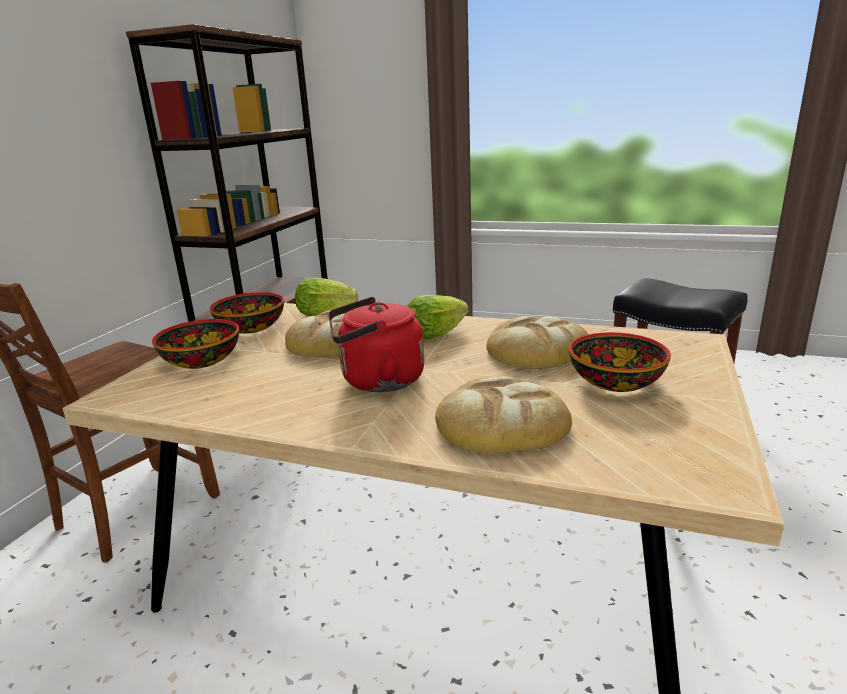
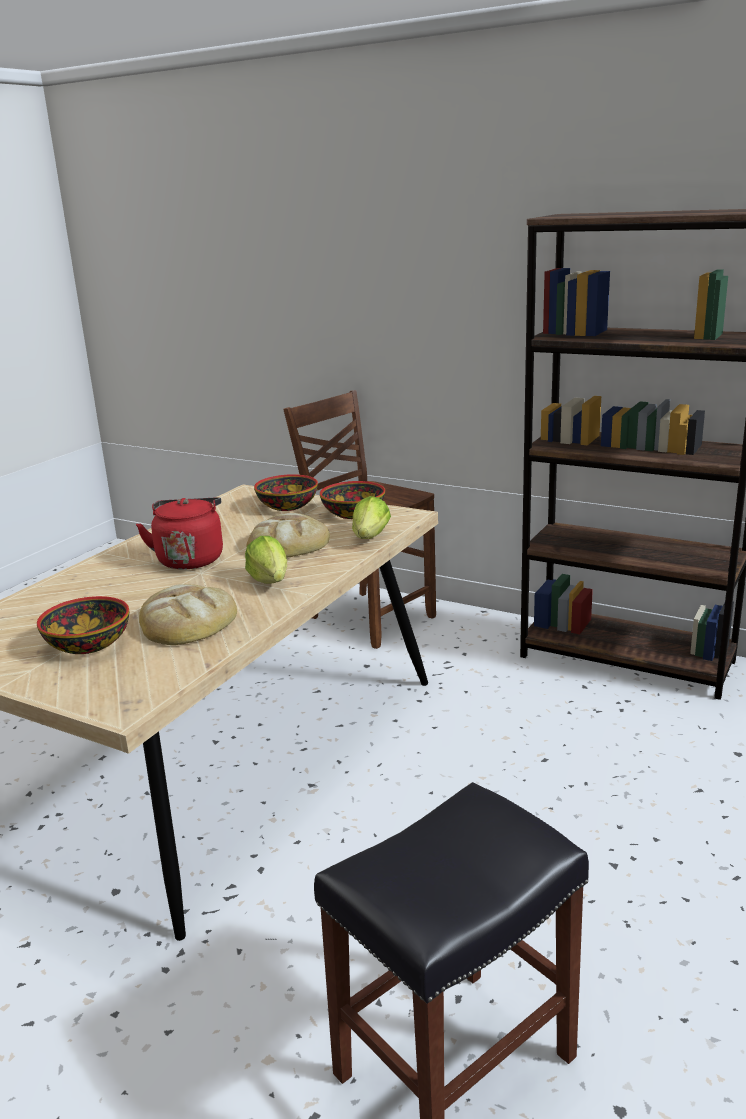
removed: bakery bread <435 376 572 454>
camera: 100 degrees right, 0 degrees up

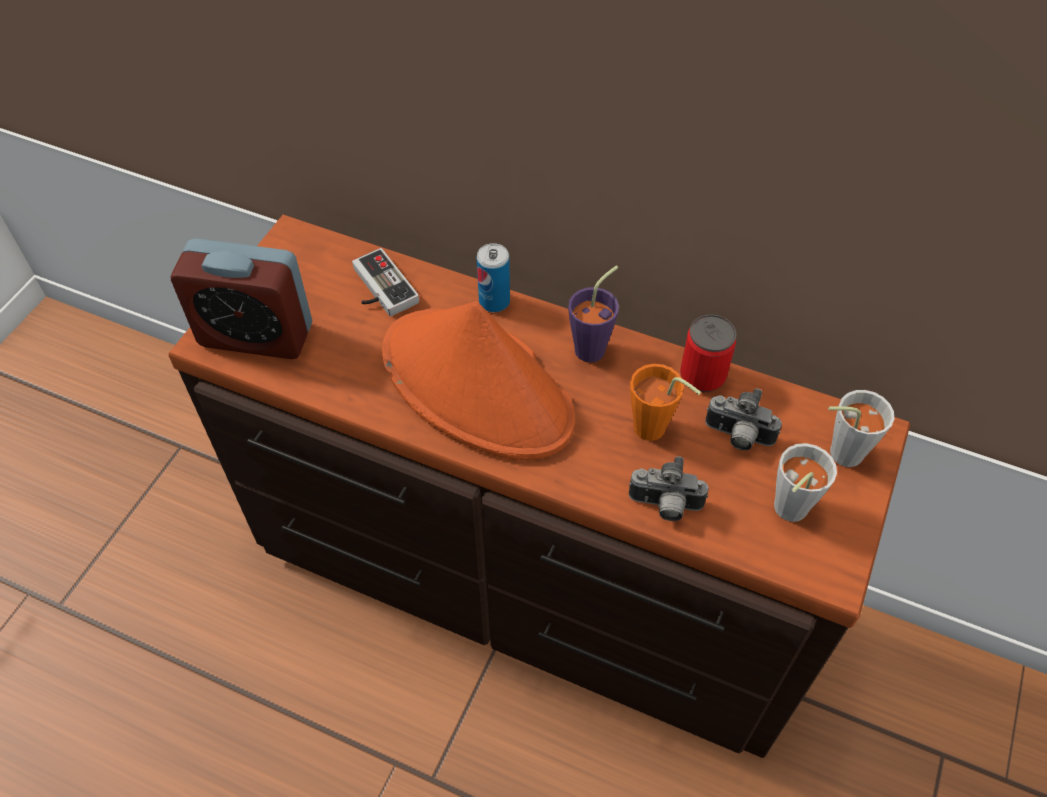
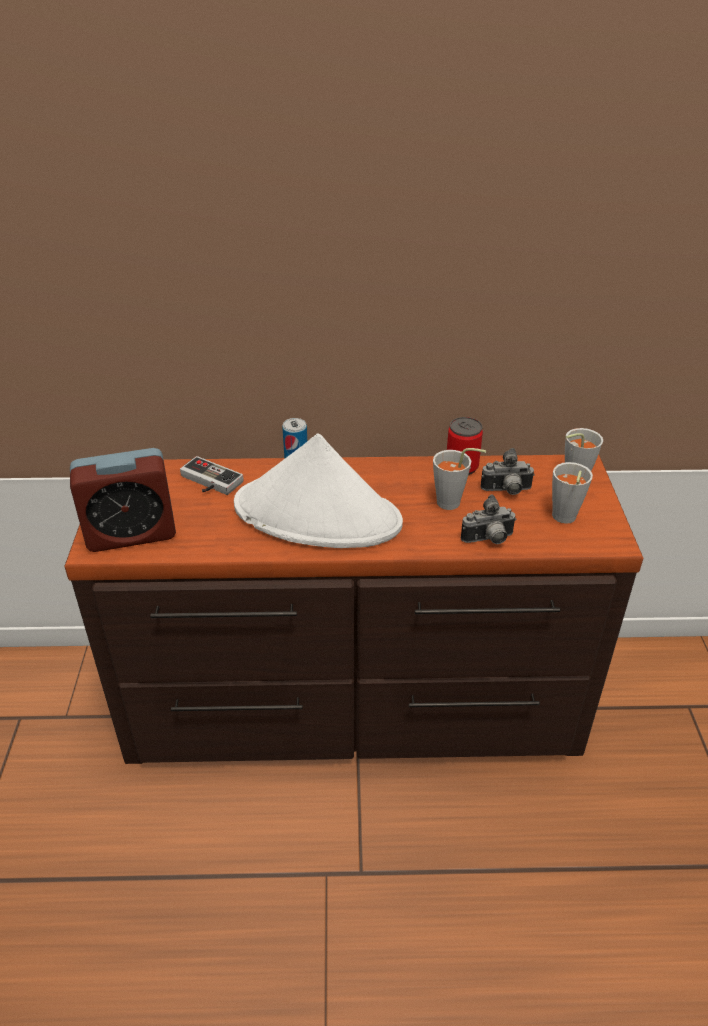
removed: drinking cup in purple <568 265 619 362>
recoloured: hat in orange <382 301 575 460> to hat in white <234 433 403 548>; drinking cup in orange <630 364 701 441> to drinking cup in grey <433 448 486 510>
camera: 25 degrees left, 15 degrees down

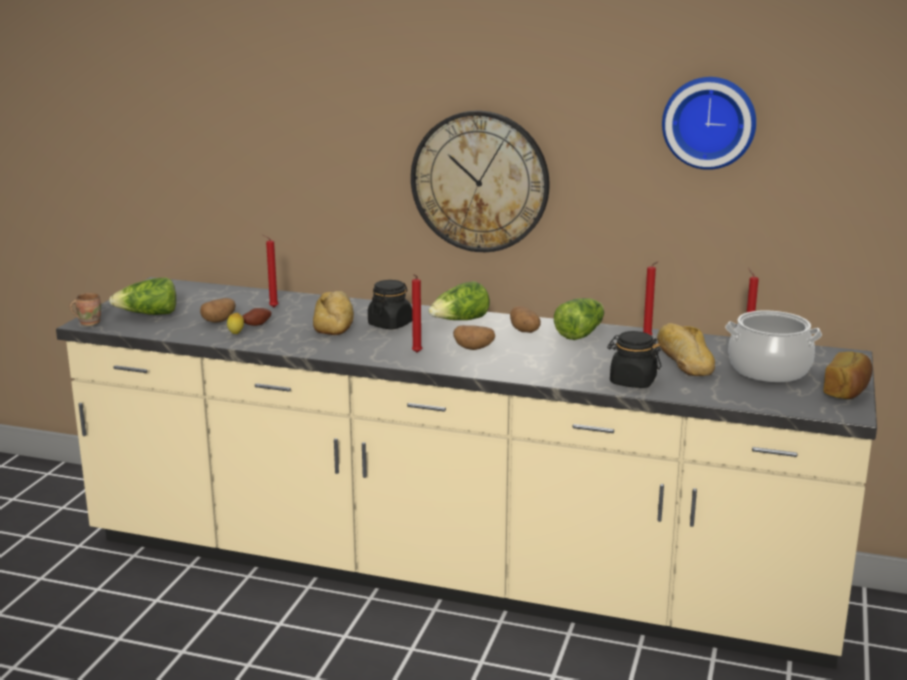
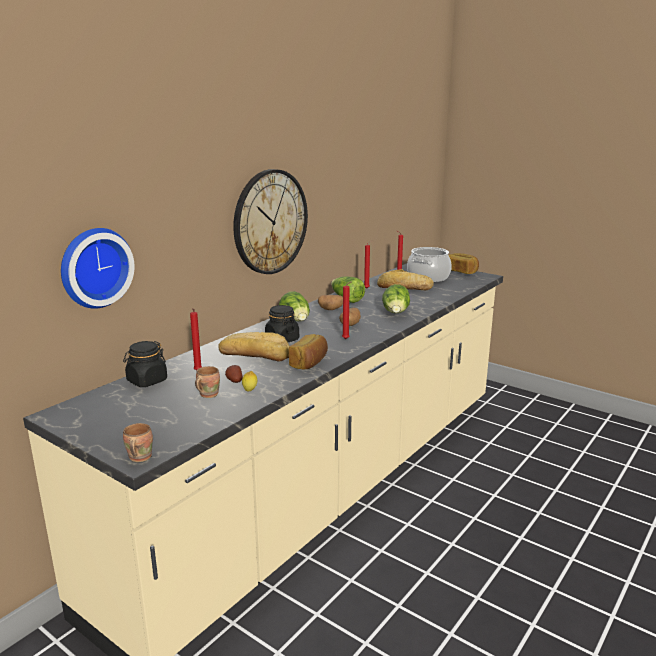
added: bakery bread <289 334 328 369>
moved: lettuce head <109 277 176 315> to <382 284 410 313>; preserve jar in blackish <607 331 661 388> to <123 341 167 387>; wall clock <662 77 756 170> to <61 228 134 309>
replaced: potato <200 298 236 323> to coffee mug in brownish <195 366 220 398>
camera: 70 degrees left, 0 degrees up

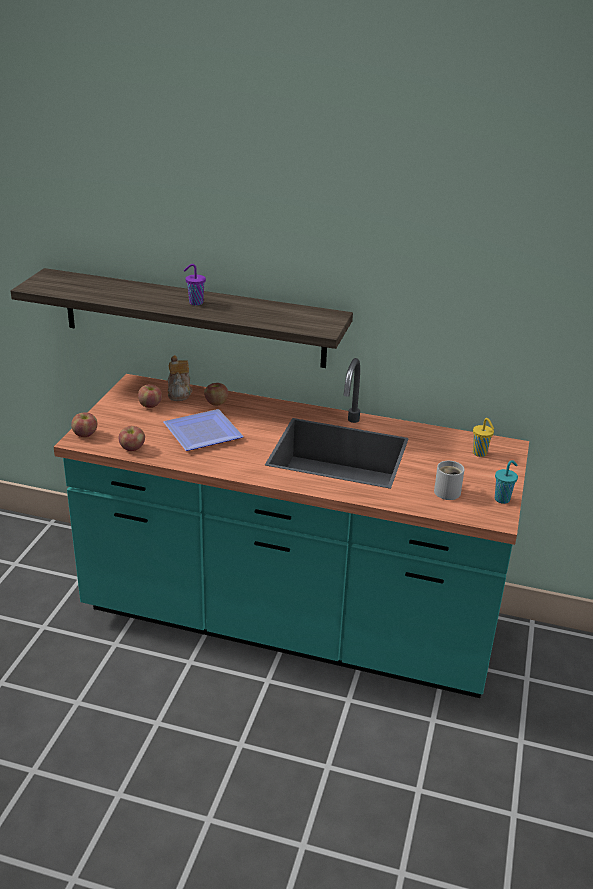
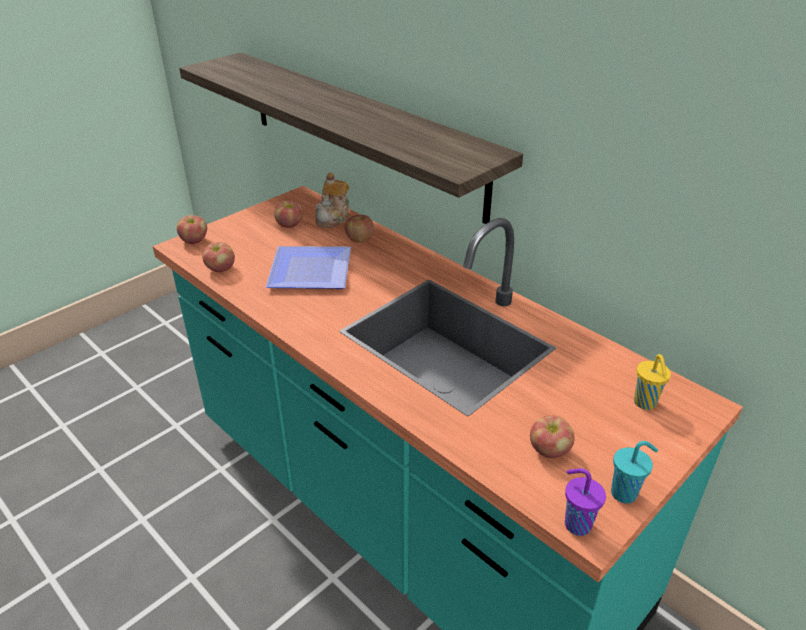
moved: drinking cup in purple <184 264 206 305> to <565 468 606 536>
replaced: coffee mug in white <434 461 465 500> to whole apple <530 415 575 458>
camera: 30 degrees right, 5 degrees up

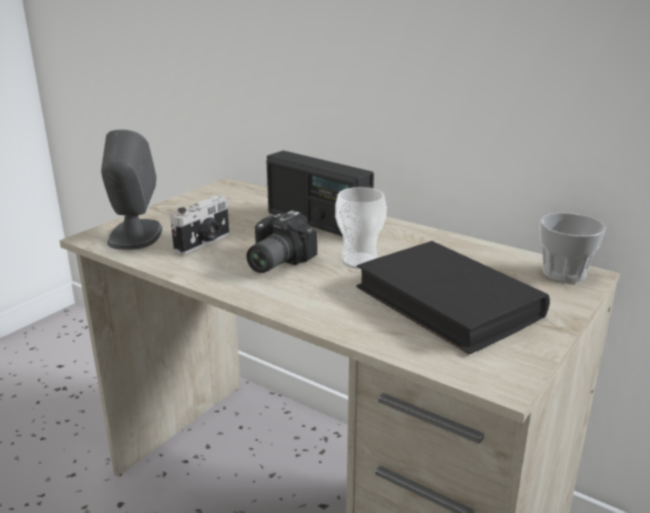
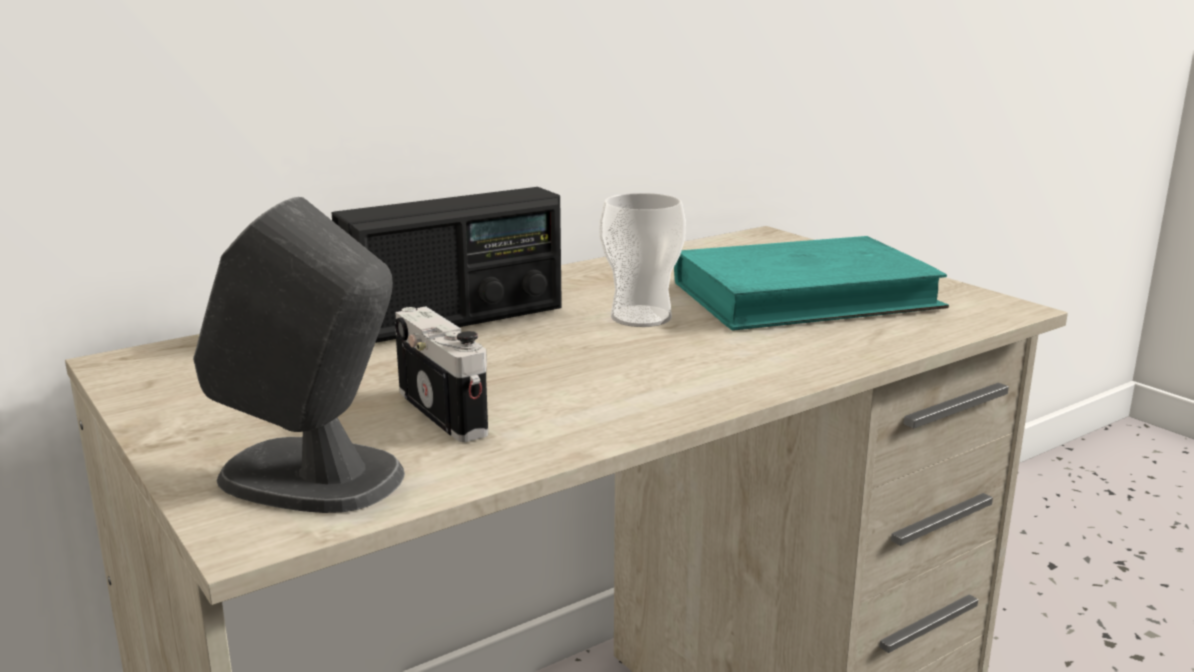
removed: still camera <246 210 317 273>; drinking cup <540 213 606 283>
recoloured: book in blackish <356 241 550 355> to book in turquoise-coloured <674 236 949 331>
camera: 70 degrees left, 5 degrees down

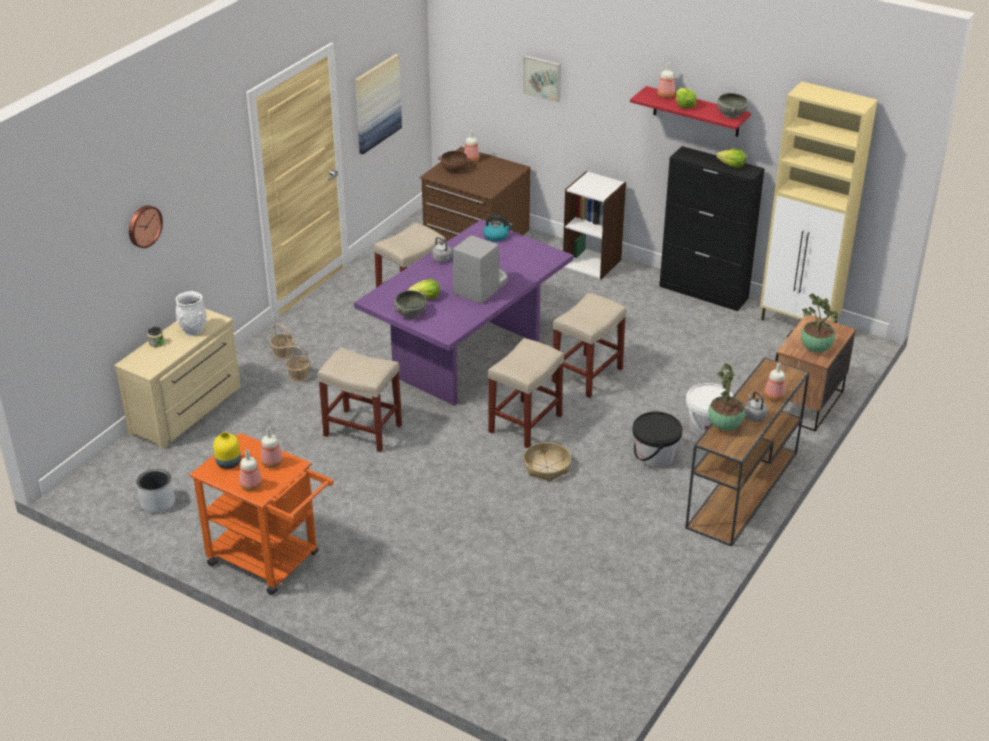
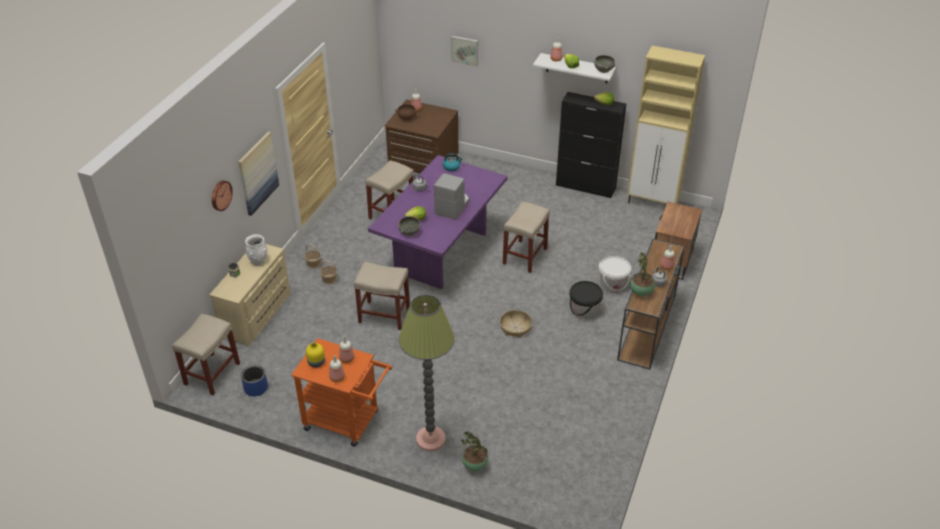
removed: shelving unit in white <563 171 626 279>
added: floor lamp <399 295 455 451>
moved: picture <355 54 402 154> to <238 132 279 216>; sitting stool in beige-coloured <488 338 564 448> to <172 314 240 395>; potted plant <801 294 838 353> to <460 431 488 472>
recoloured: planter in grey <136 469 175 513> to planter in bluish <241 365 268 396>; bracket shelf in reddish <630 86 751 137> to bracket shelf in white <533 53 616 84>
camera: 10 degrees left, 5 degrees up

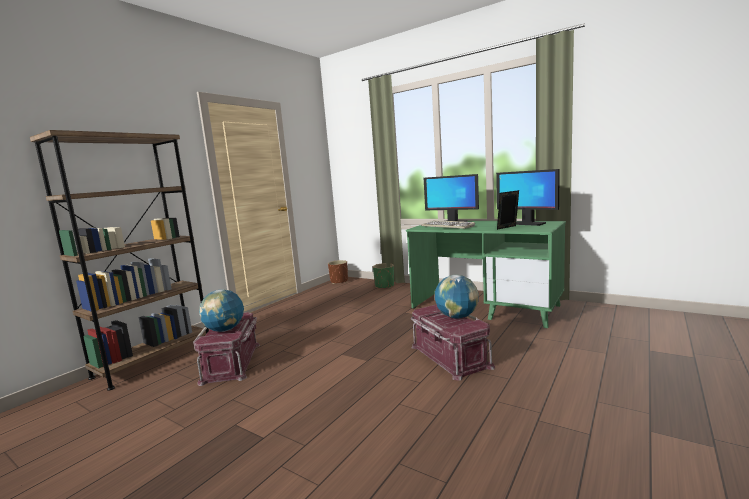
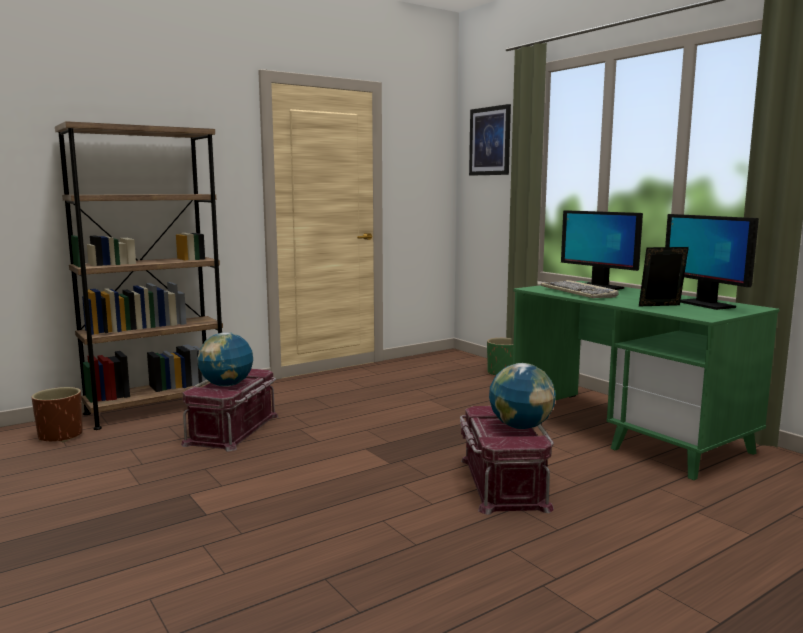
added: picture <469 104 511 176>
moved: planter in brownish <328 260 348 284> to <32 387 83 442>
camera: 20 degrees right, 0 degrees up

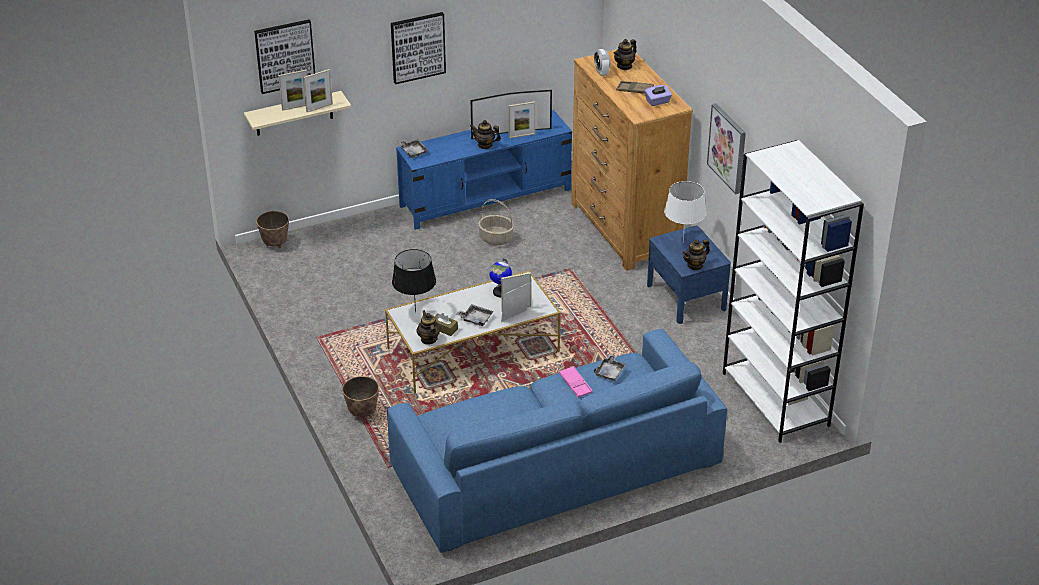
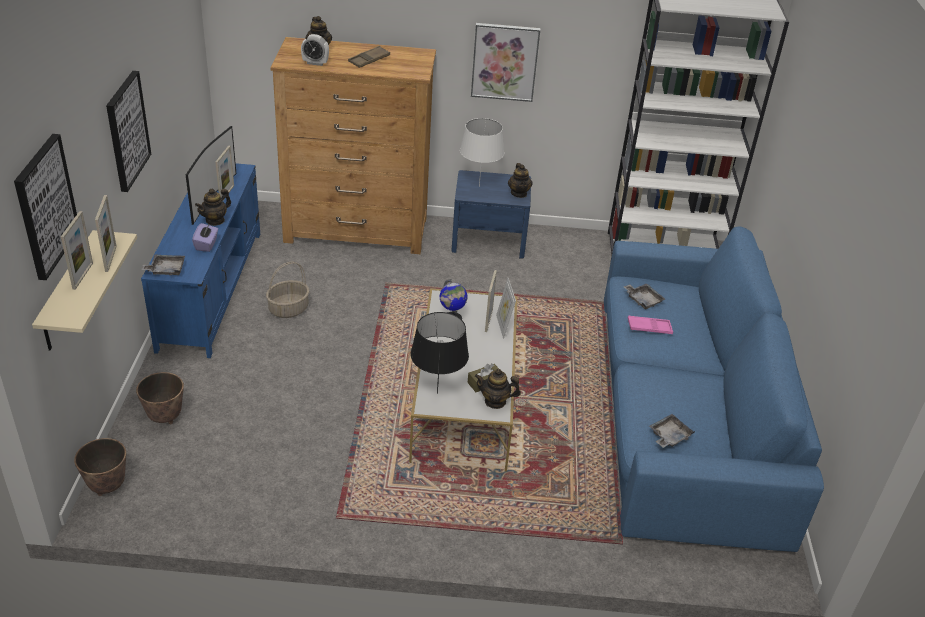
moved: planter <342 376 379 420> to <136 372 184 424>; tray in grey <456 304 494 326> to <649 414 695 448>; tissue holder in purple <645 85 672 106> to <192 223 218 252>
camera: 65 degrees left, 0 degrees up

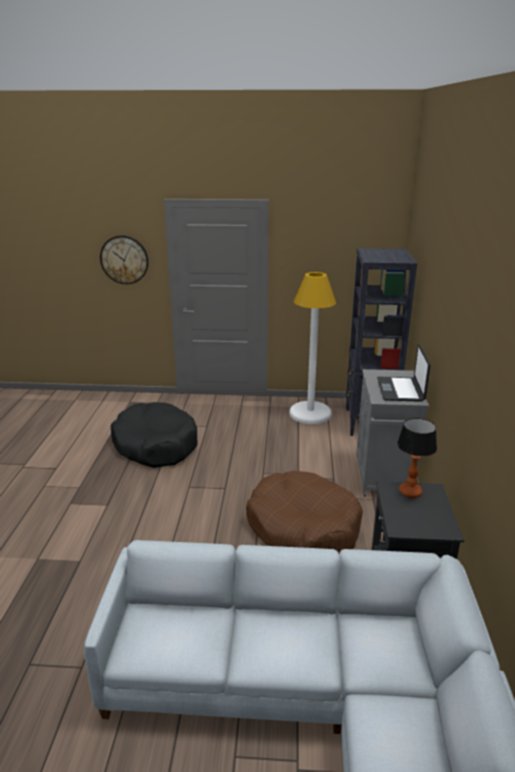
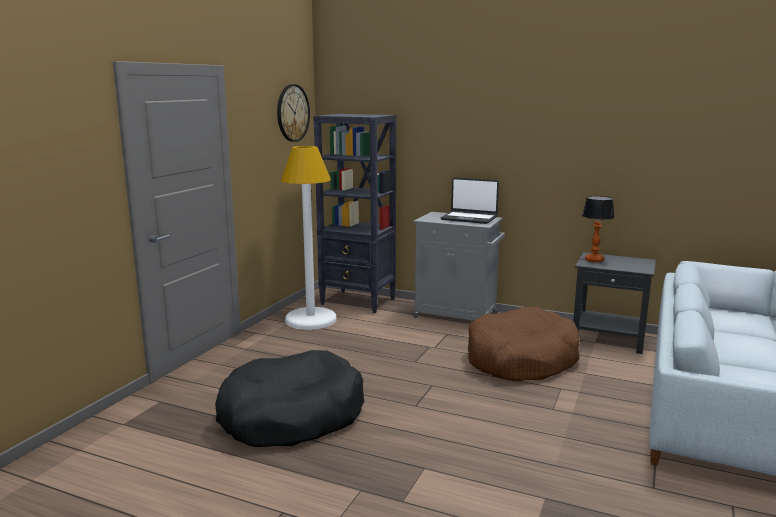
moved: wall clock <100 235 149 284> to <277 84 310 142>
camera: 70 degrees left, 10 degrees down

